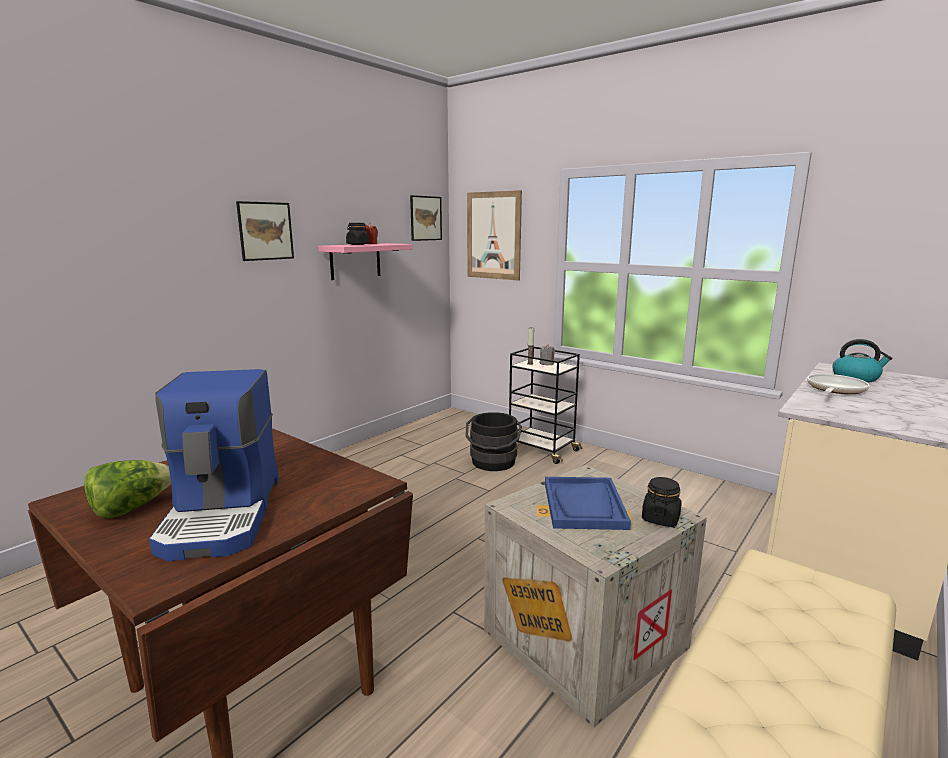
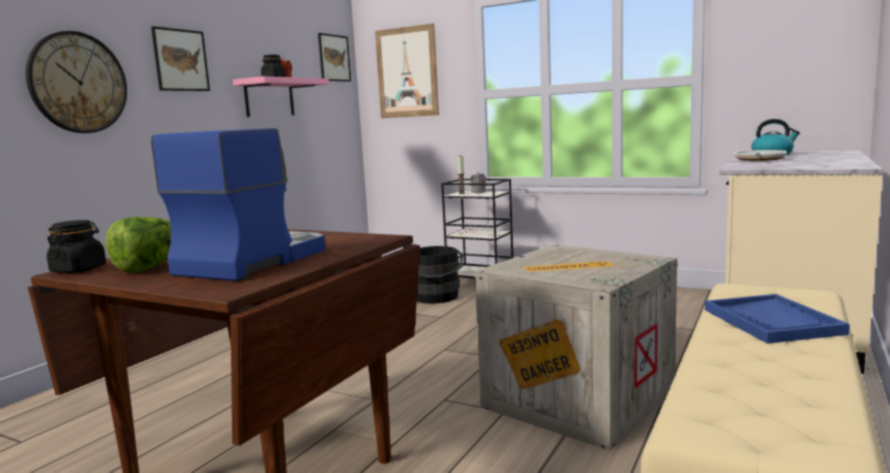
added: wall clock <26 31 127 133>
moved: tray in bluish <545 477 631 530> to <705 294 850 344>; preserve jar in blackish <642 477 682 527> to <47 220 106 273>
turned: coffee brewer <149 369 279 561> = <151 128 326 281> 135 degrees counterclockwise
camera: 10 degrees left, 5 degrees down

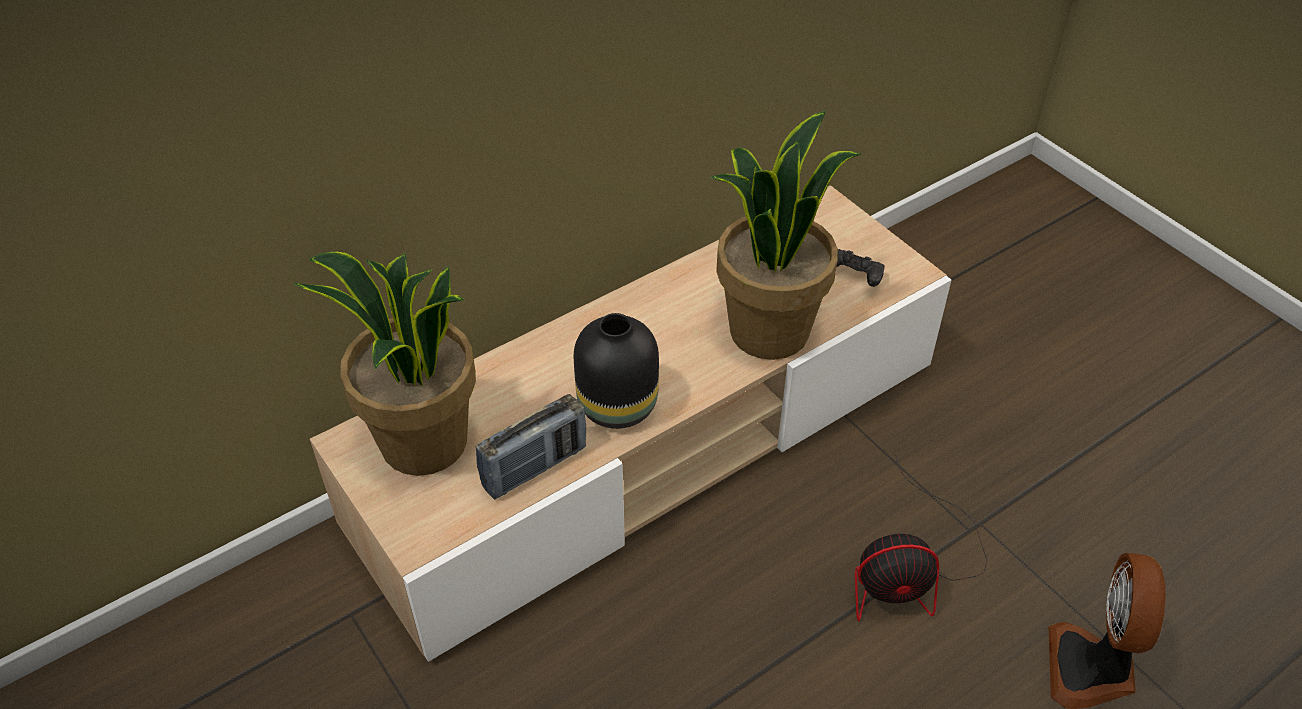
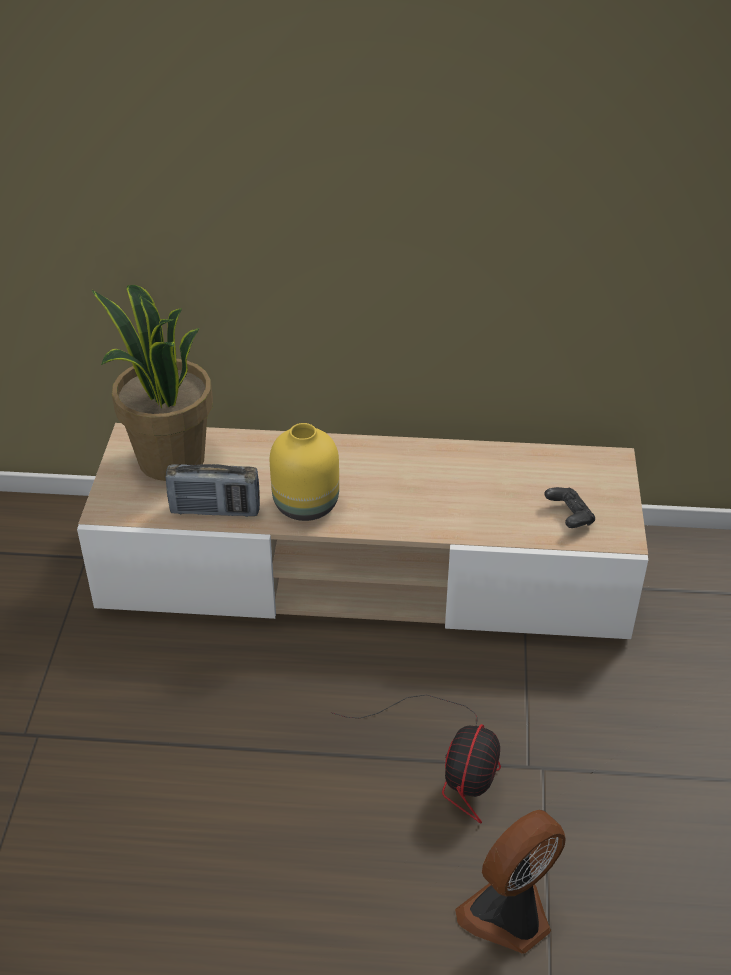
removed: potted plant <710 111 861 360>
recoloured: flower vase in blackish <574 313 659 429> to flower vase in yellowish <270 423 339 521>
turned: fan <855 454 987 621> = <330 694 501 823> 105 degrees counterclockwise
camera: 40 degrees right, 5 degrees down

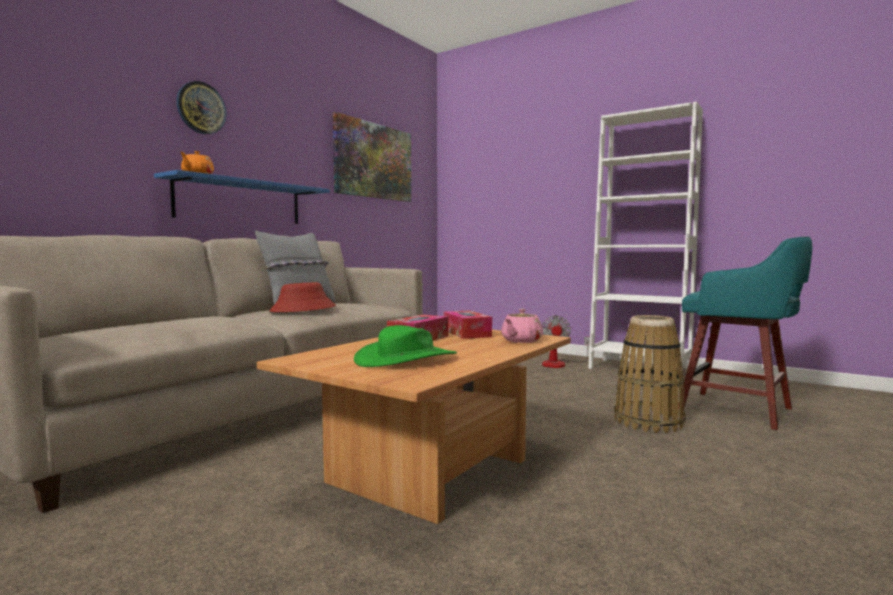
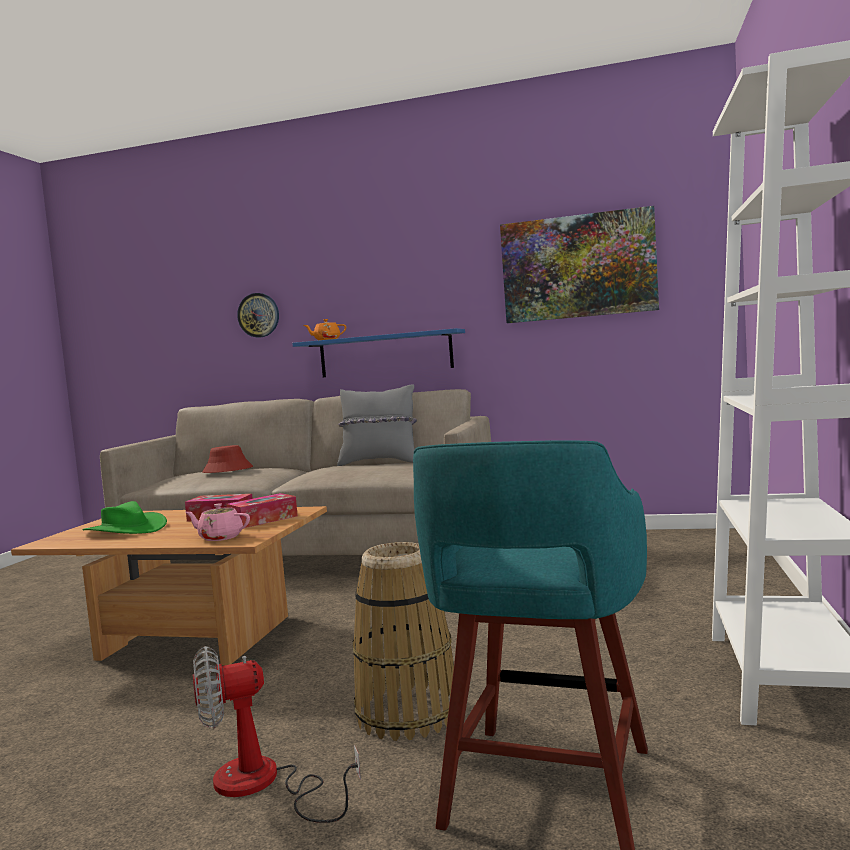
moved: wall clock <176 81 227 134> to <237 293 279 338>; hat in reddish <269 282 336 312> to <202 445 253 473>; fan <542 316 590 368> to <193 646 361 823>
camera: 70 degrees right, 0 degrees up

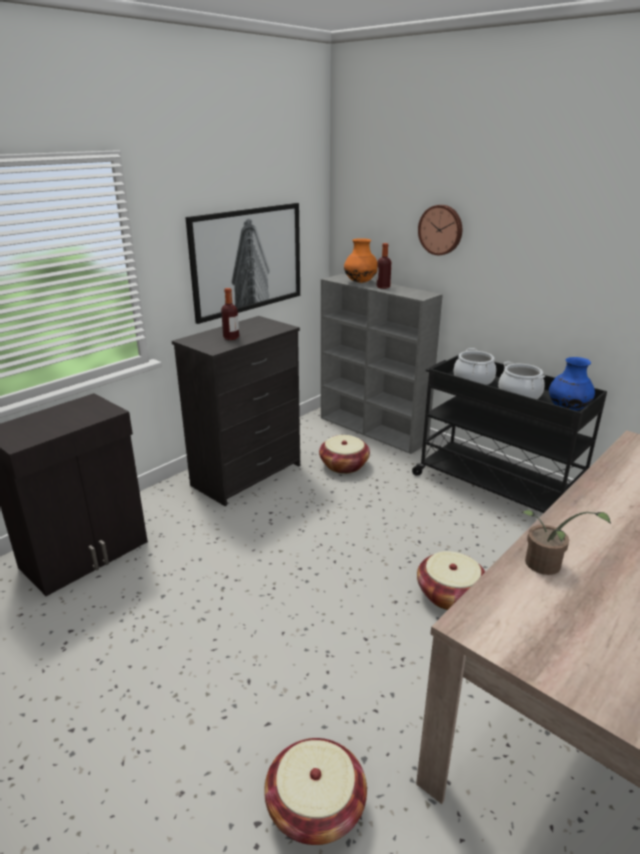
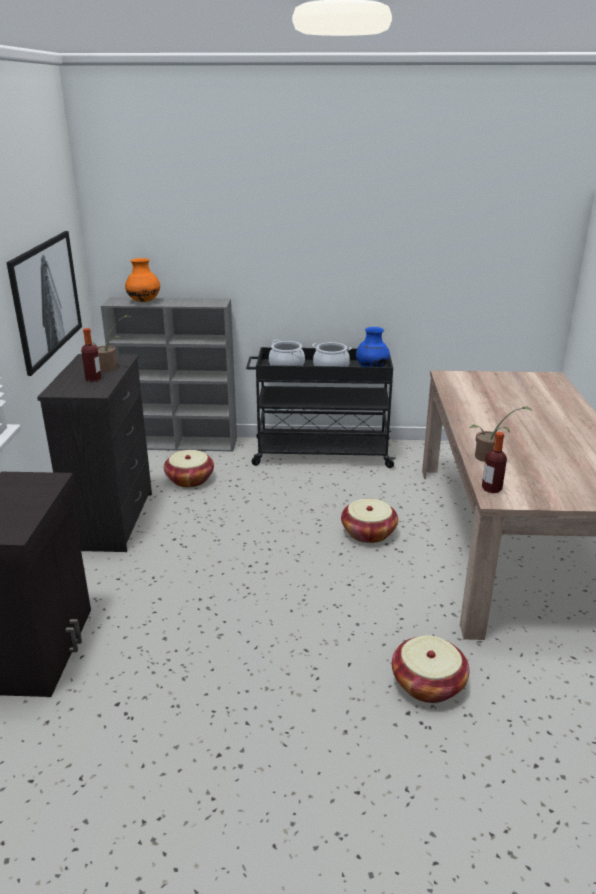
removed: wall clock <418 205 462 255>
added: potted plant <92 315 130 372>
moved: bottle <377 243 392 289> to <482 432 507 493>
camera: 40 degrees left, 0 degrees up

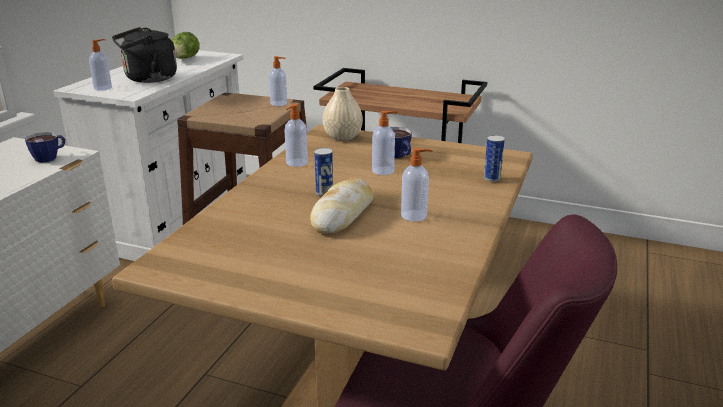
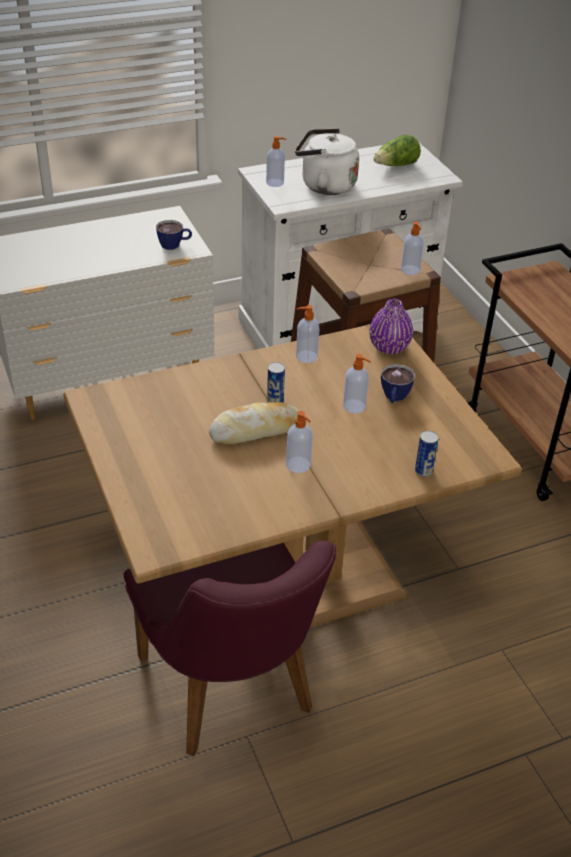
recoloured: kettle in blackish <112 27 177 83> to kettle in white <295 128 359 195>; flower vase in beige-coloured <323 87 363 141> to flower vase in purple <369 299 413 354>
camera: 45 degrees right, 15 degrees up

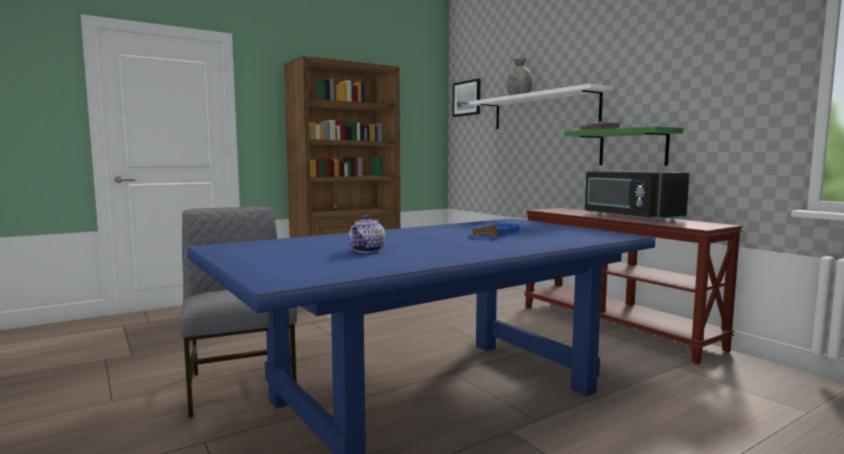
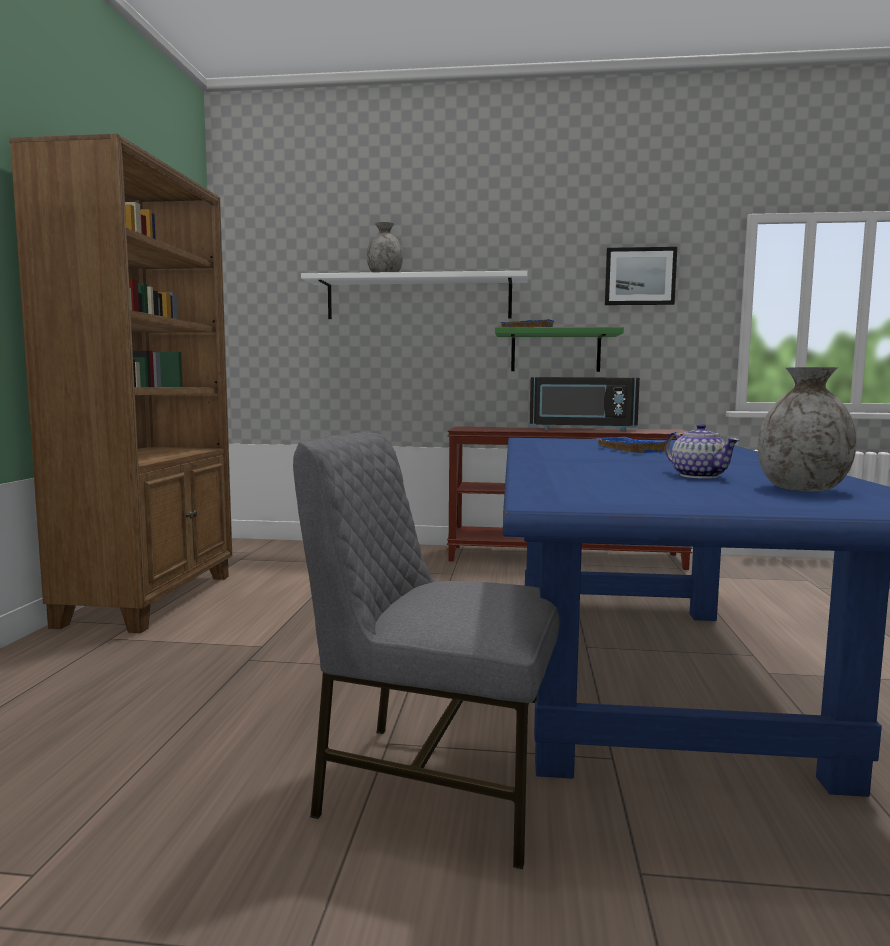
added: flower vase in grey <758 367 857 491>
moved: picture <453 79 480 117> to <605 247 677 305>
camera: 50 degrees left, 0 degrees up

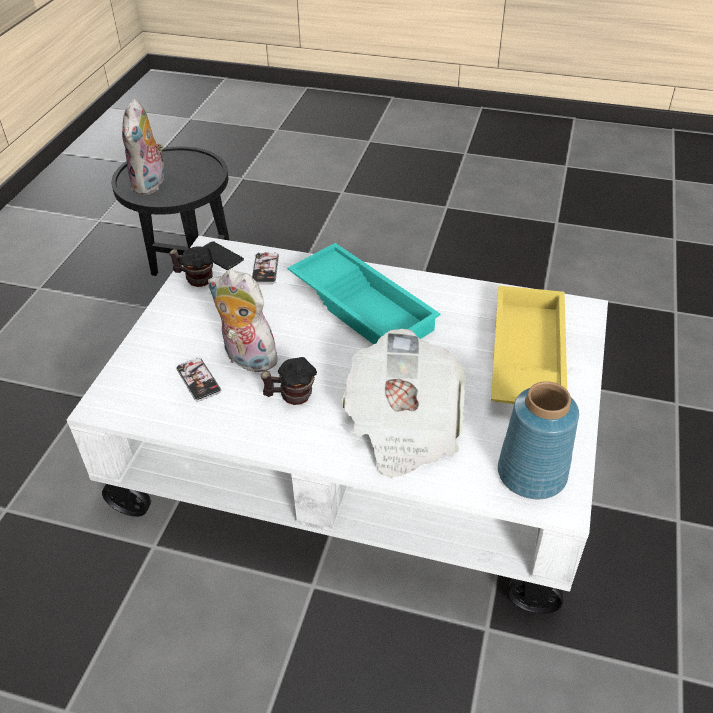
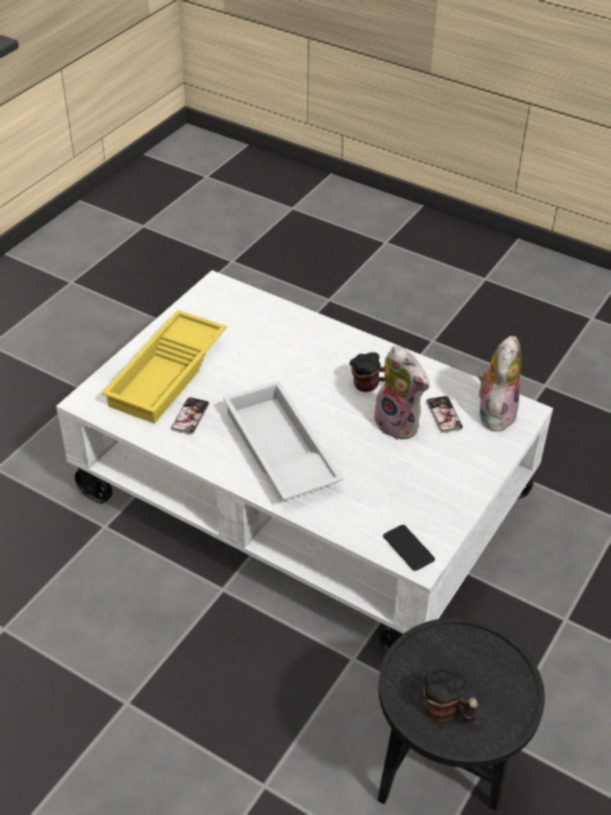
removed: printed paper <342 329 466 478>; flower vase in bluish <498 381 579 499>
moved: cuddly toy <122 98 164 195> to <478 336 521 432>; coffee mug <169 247 213 287> to <424 669 479 724>; telephone <252 252 279 284> to <171 397 209 435>
recoloured: tray in turquoise-coloured <288 243 441 344> to tray in white <223 381 343 500>
camera: 165 degrees left, 0 degrees up

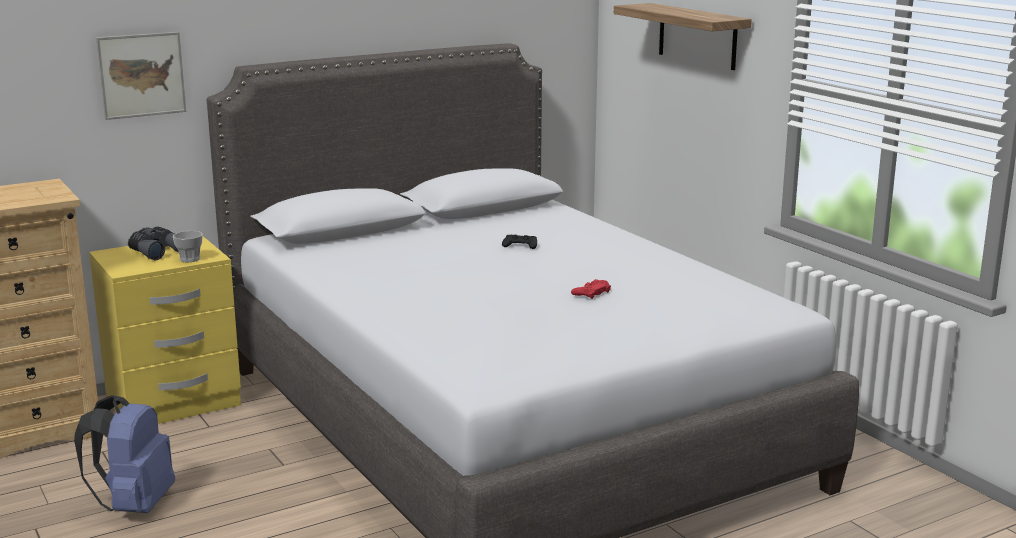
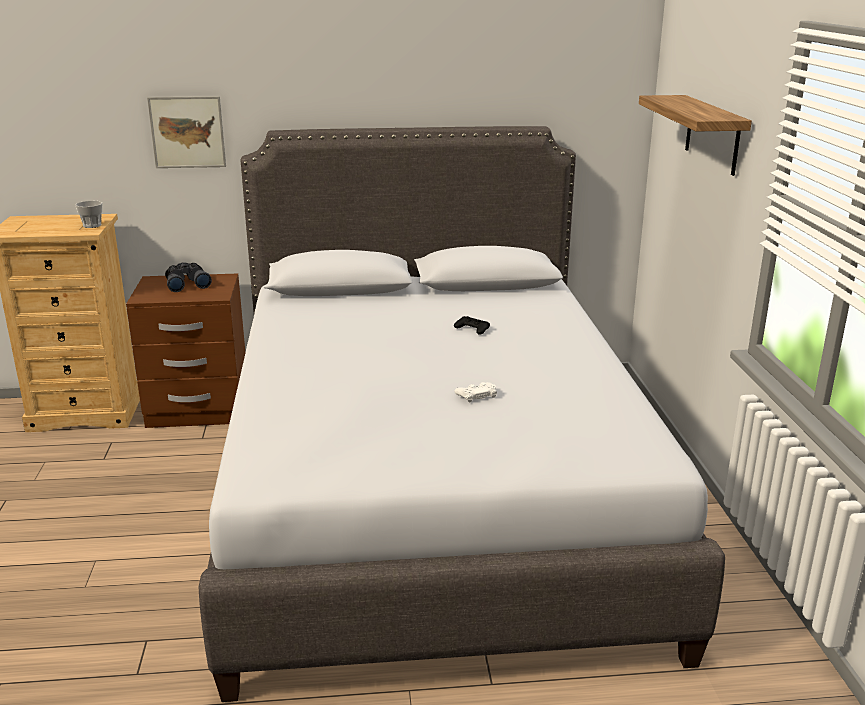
removed: knapsack in bluish <74 395 175 513>
moved: drinking cup <173 231 203 262> to <75 201 103 228>
recoloured: bedside table in yellowish <89 236 241 424> to bedside table in brownish <126 274 245 428>; game controller in reddish <571 279 611 299> to game controller in white <455 382 497 402>
camera: 25 degrees right, 5 degrees up

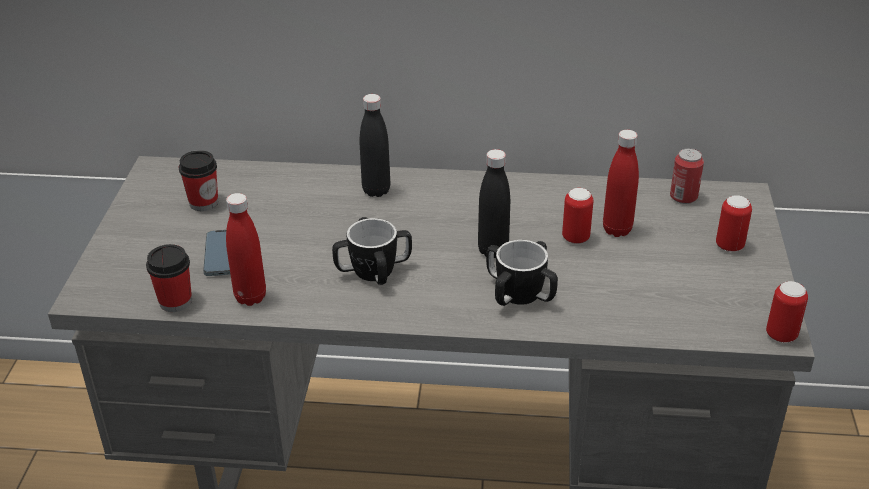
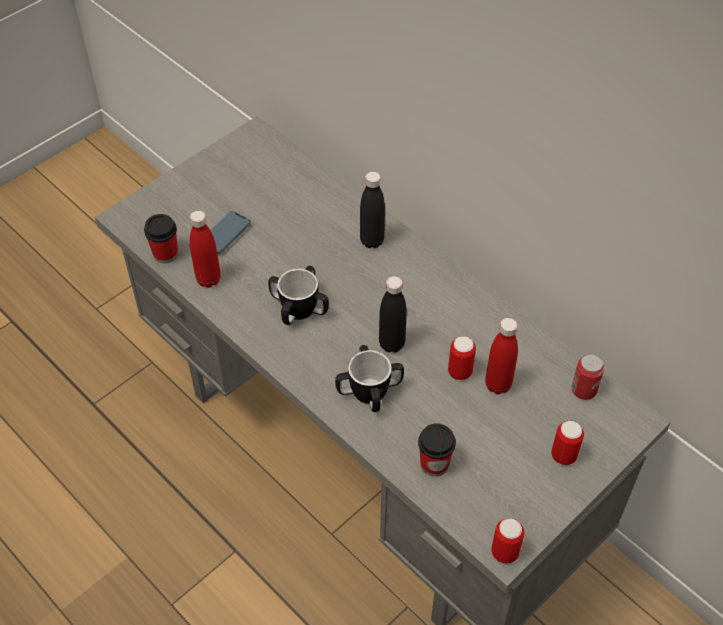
moved: drinking cup <179 150 218 211> to <418 423 456 477>
camera: 40 degrees right, 15 degrees up

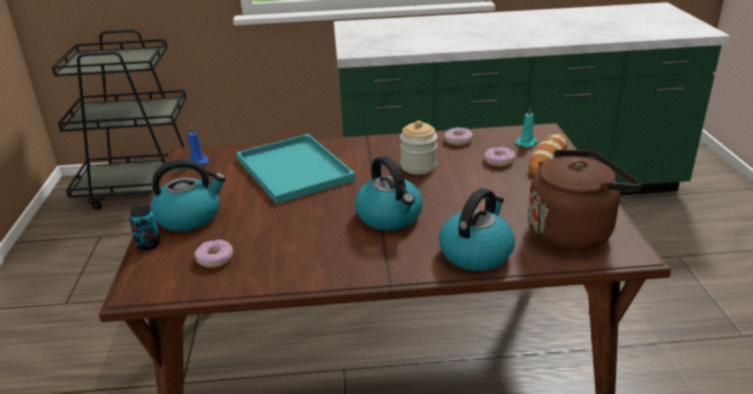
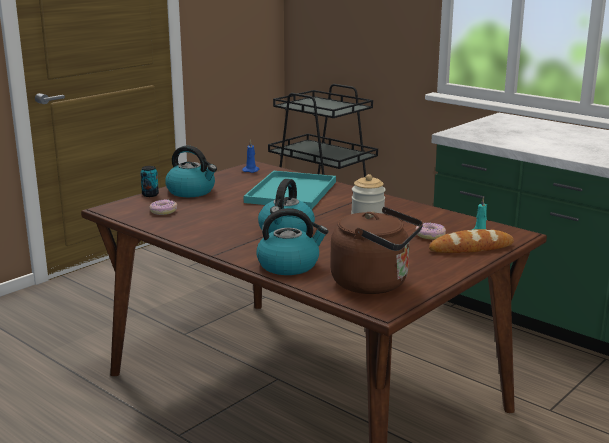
removed: donut <444 127 473 145>
camera: 45 degrees right, 10 degrees down

